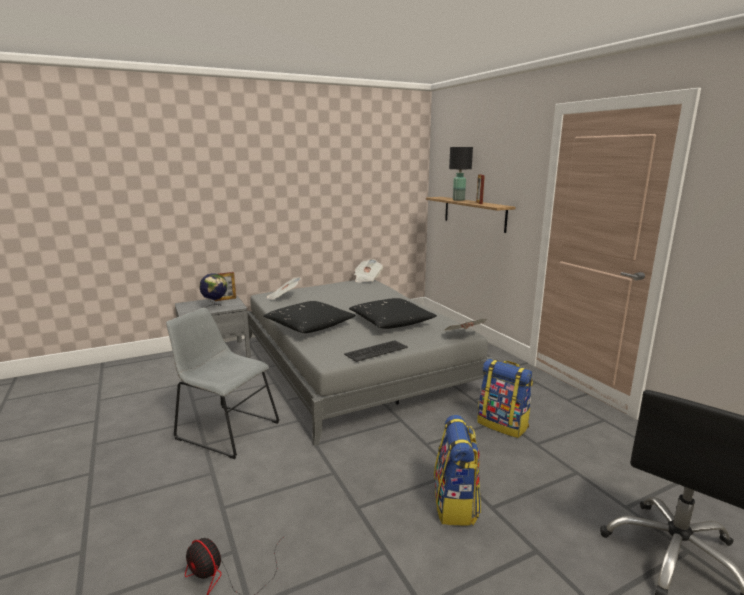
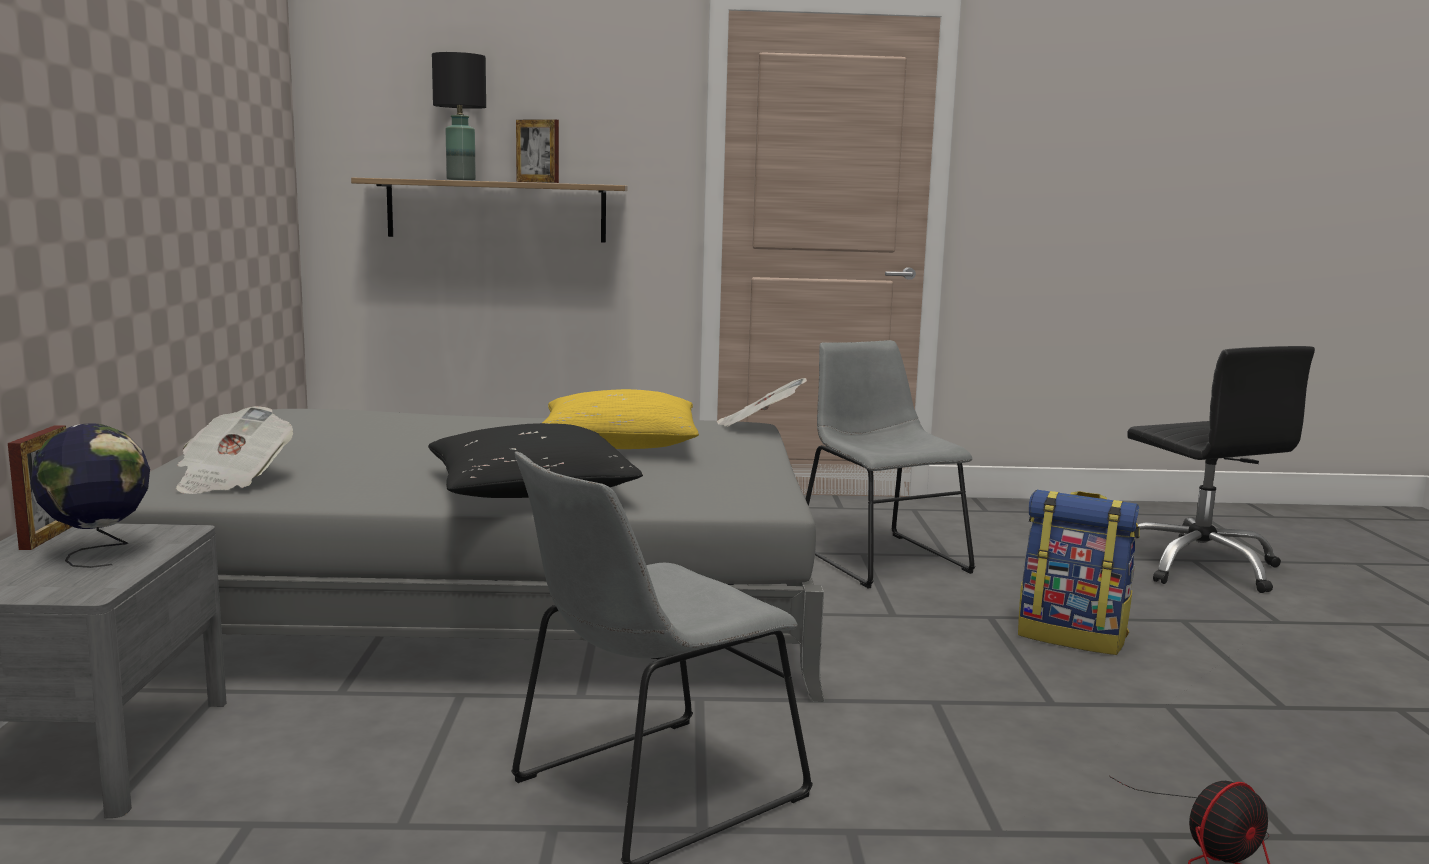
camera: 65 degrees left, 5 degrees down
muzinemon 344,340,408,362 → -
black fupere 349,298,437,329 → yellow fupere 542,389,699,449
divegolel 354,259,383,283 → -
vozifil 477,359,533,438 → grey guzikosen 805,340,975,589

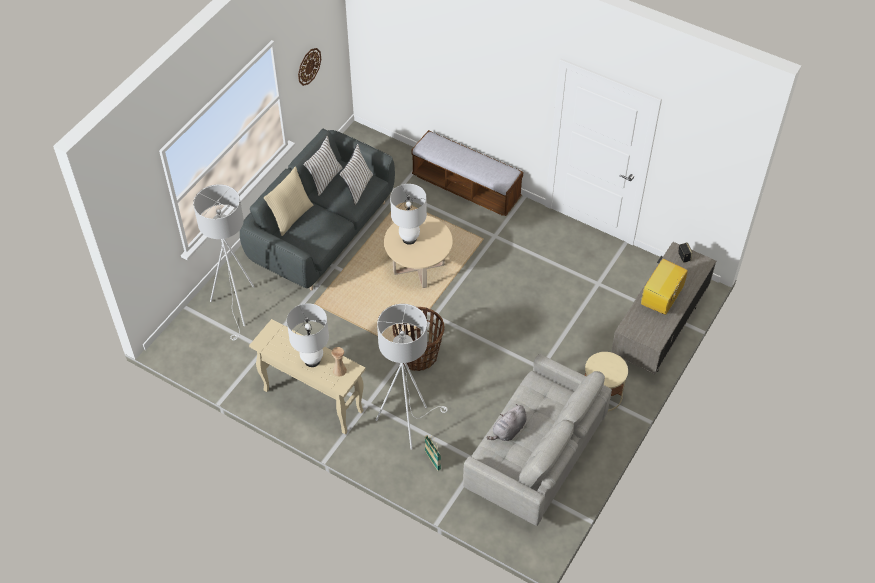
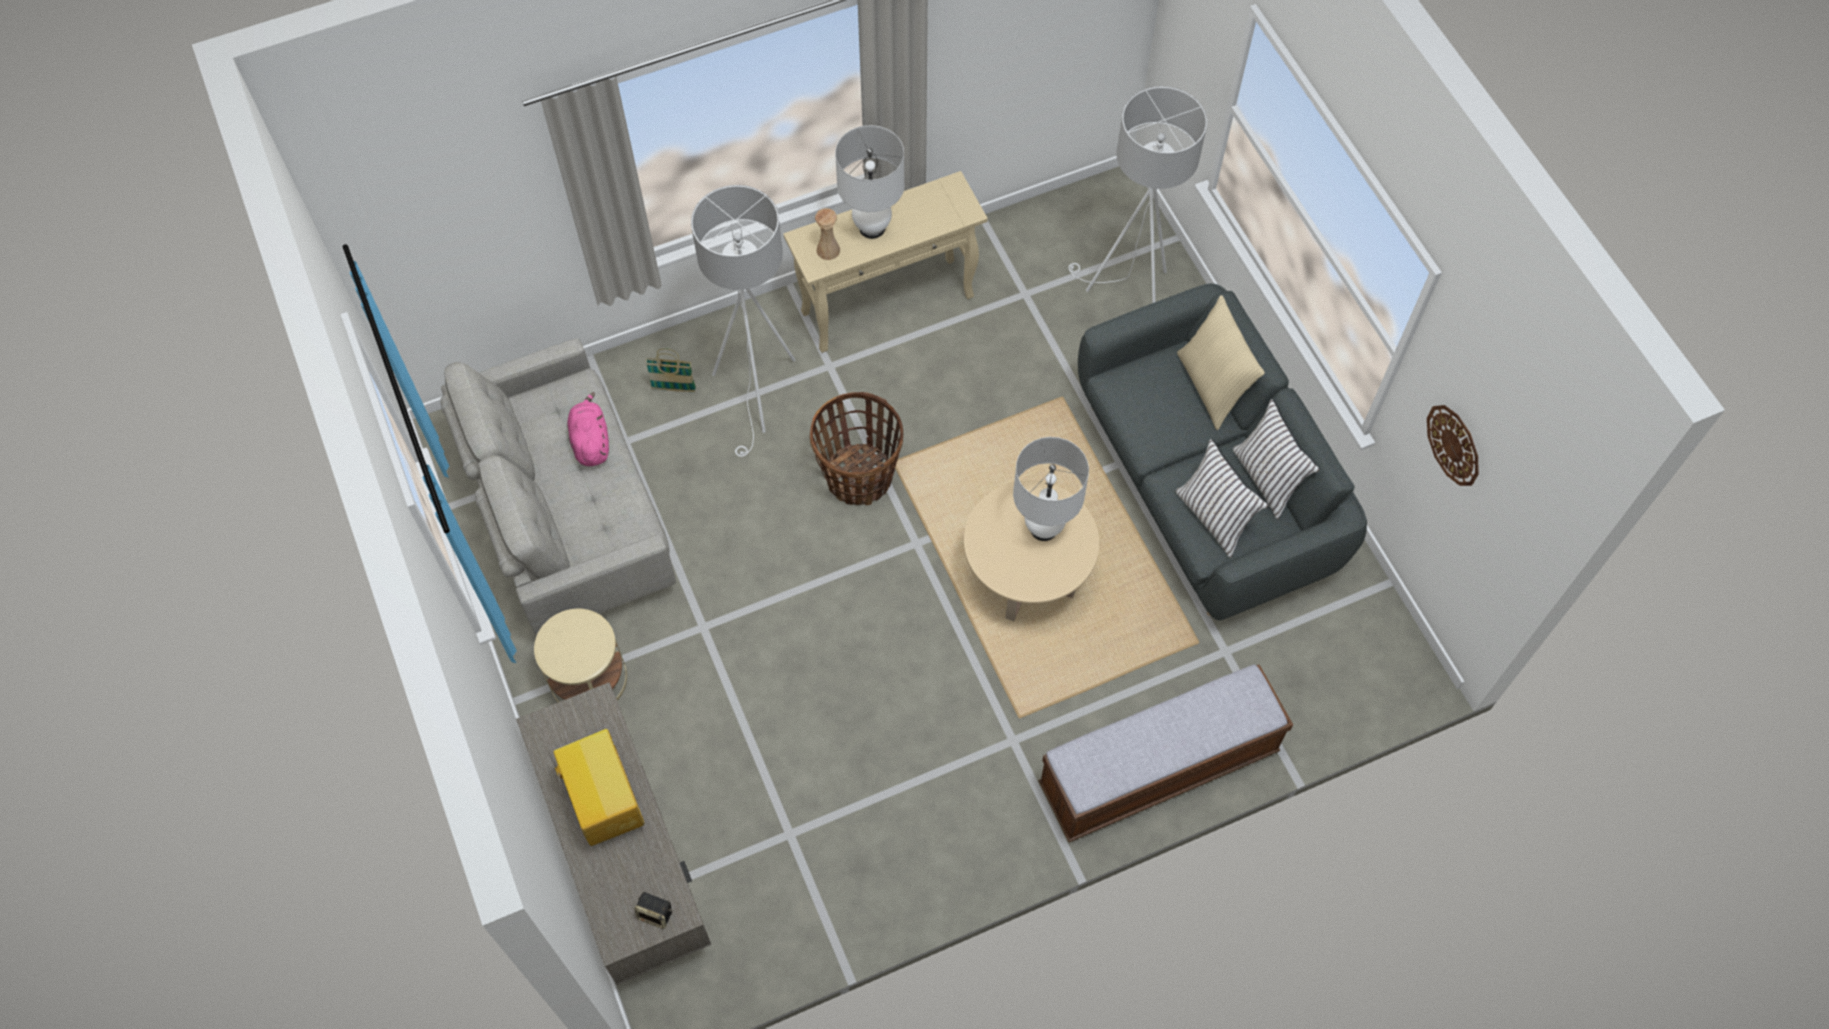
camera: 125 degrees right, 10 degrees up
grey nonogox 487,404,527,441 → pink nonogox 567,392,609,466

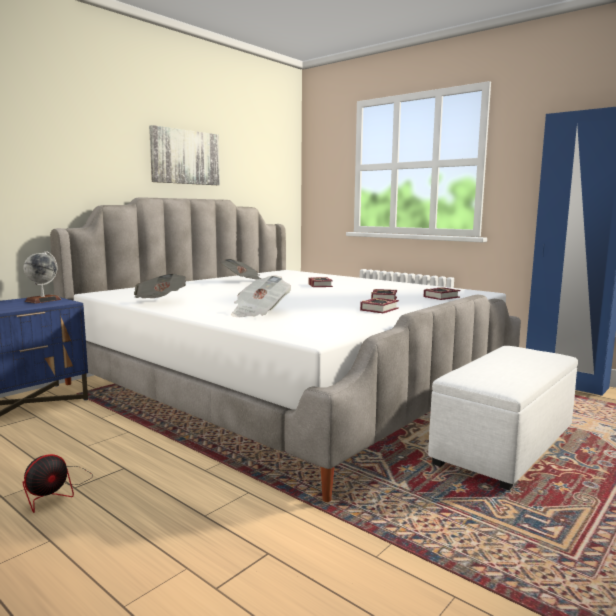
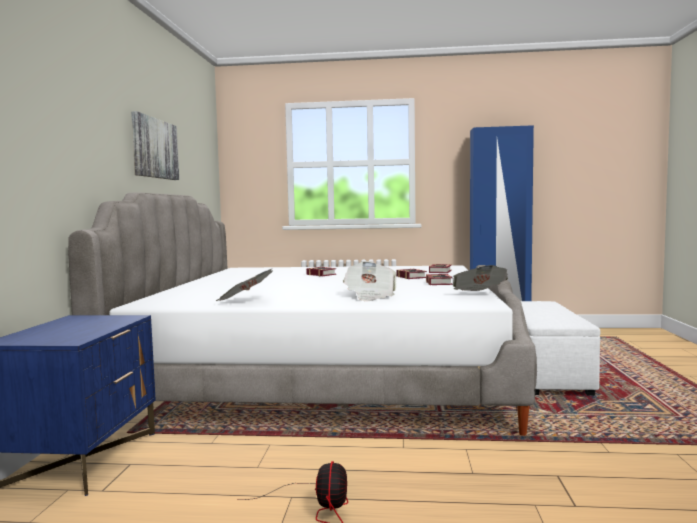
camera: 35 degrees left, 5 degrees down
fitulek 24,251,61,304 → -
divegolel 220,259,261,280 → divegolel 453,265,508,291, moved

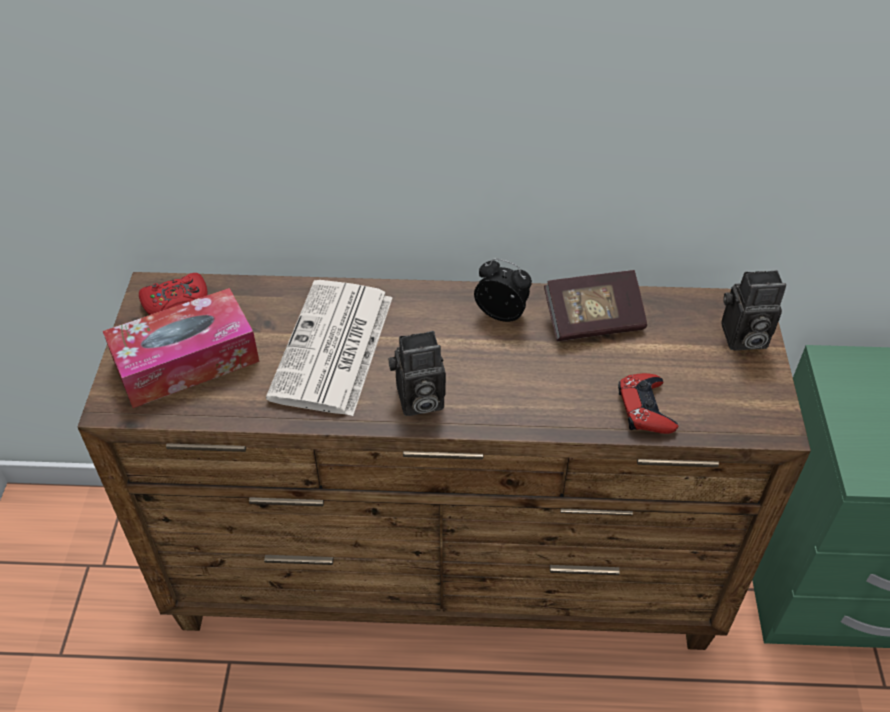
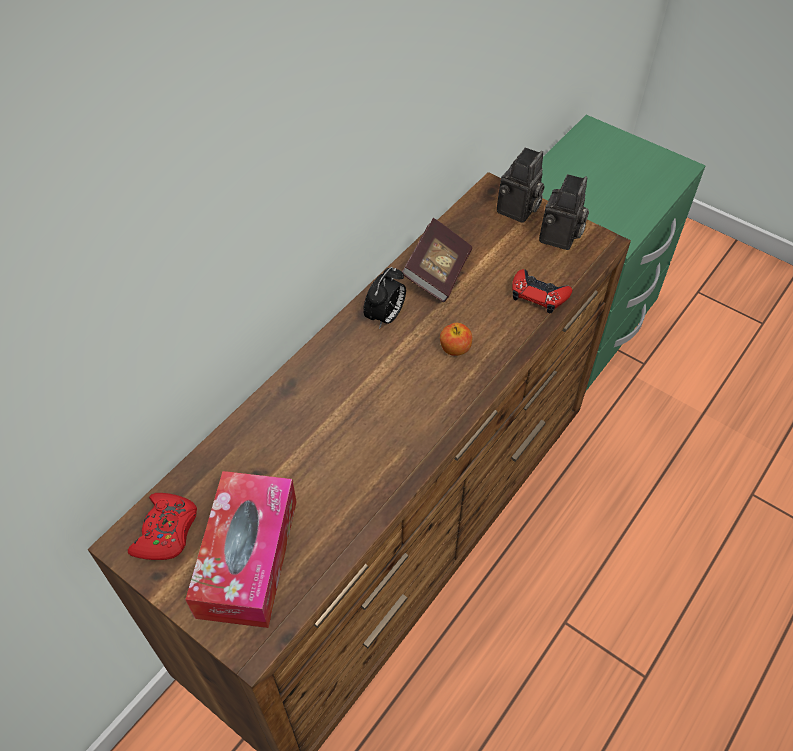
camera: 55 degrees left, 5 degrees up
divegolel 266,280,392,416 → -
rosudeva 388,331,446,416 → rosudeva 539,174,589,250, moved
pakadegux 474,259,532,322 → pakadegux 363,267,406,329, 150 degrees clockwise
- → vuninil 440,323,472,356

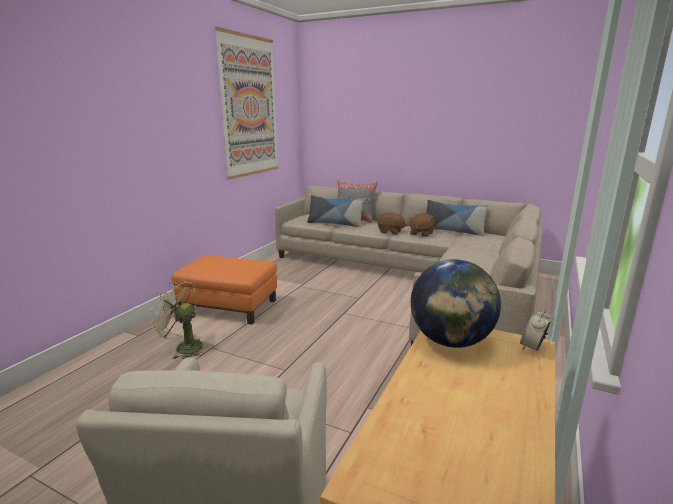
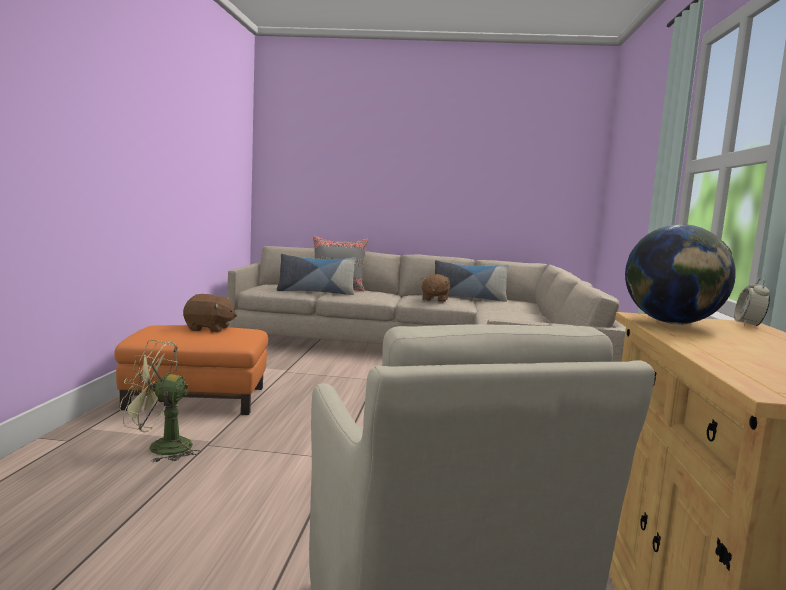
camera: 20 degrees left, 10 degrees down
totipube 215,27,279,180 → -
brown nonogox 378,212,407,235 → brown nonogox 183,294,237,333, moved

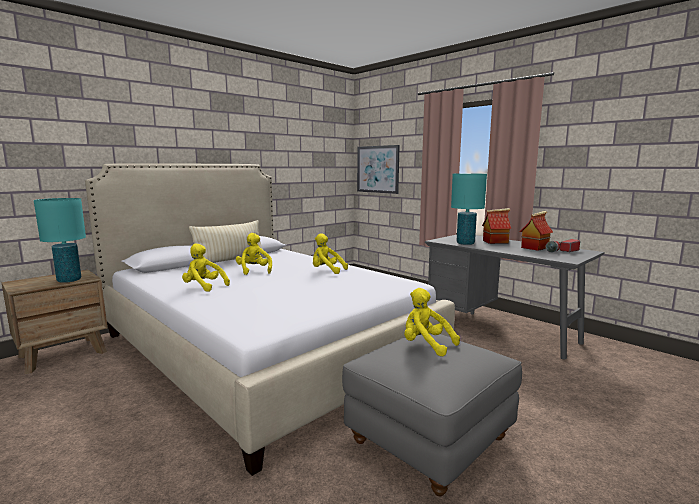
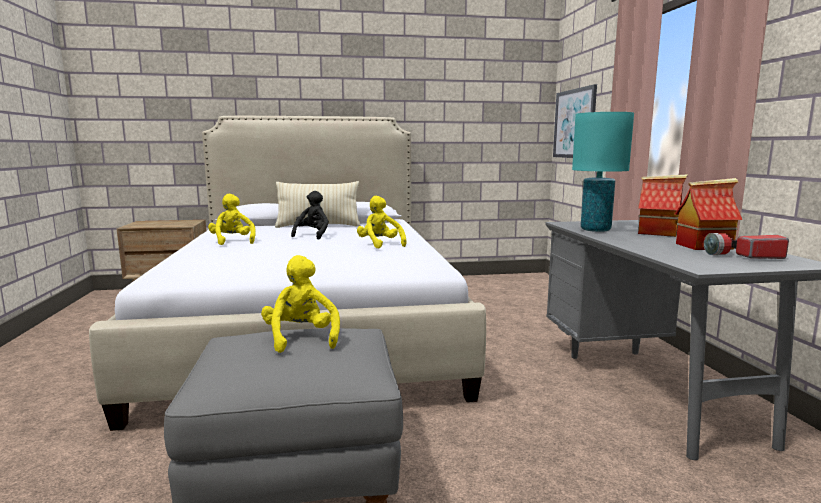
camera: 35 degrees right, 0 degrees up
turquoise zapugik 34,198,86,283 → -
yellow nonogox 236,233,272,275 → black nonogox 291,191,329,240

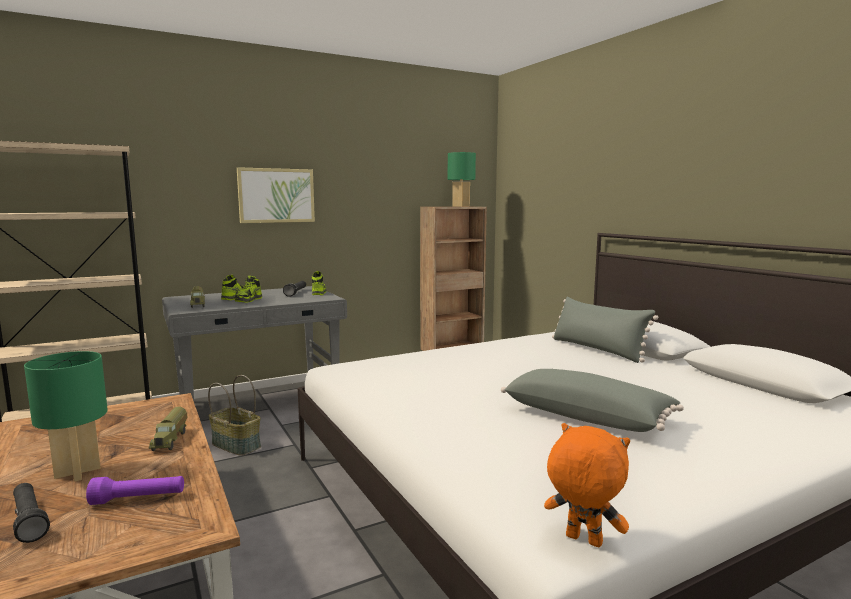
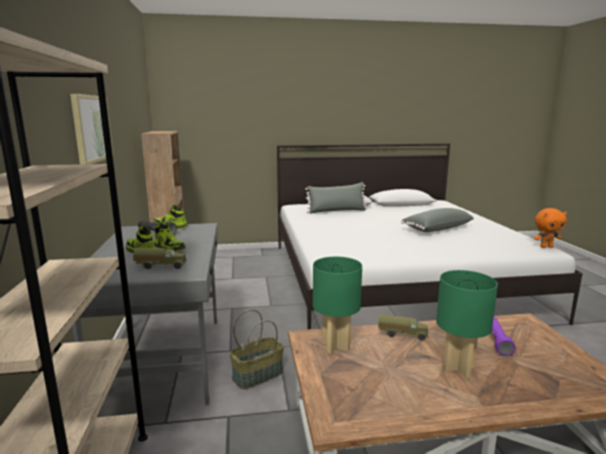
camera: 70 degrees left, 5 degrees up
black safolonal 13,483,50,543 → -
green zapugik 448,152,476,207 → green zapugik 313,257,362,354, moved
orange nonogox 544,423,630,547 → orange nonogox 534,208,567,248, 150 degrees counterclockwise

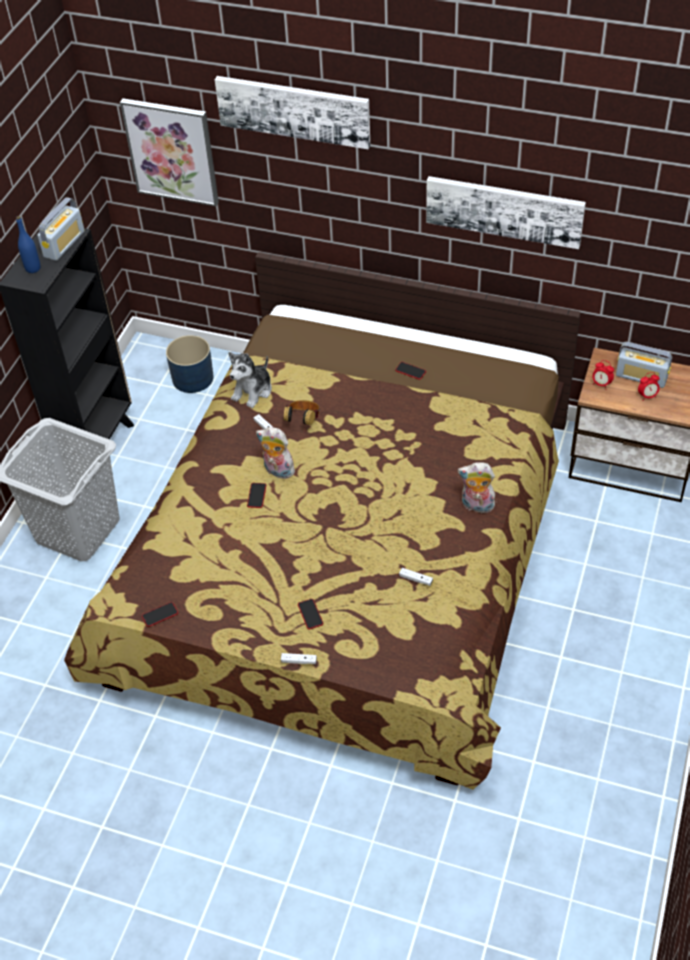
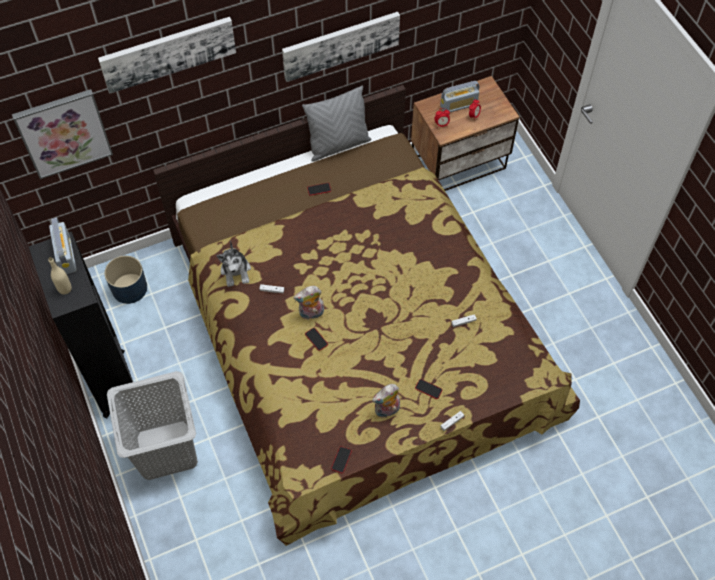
camera: 45 degrees left, 10 degrees up
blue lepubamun 16,216,41,273 → beige lepubamun 48,257,72,294
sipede 284,400,320,425 → -
nonogox 458,462,495,513 → nonogox 372,384,400,418, moved
- → grey fupere 302,85,371,162

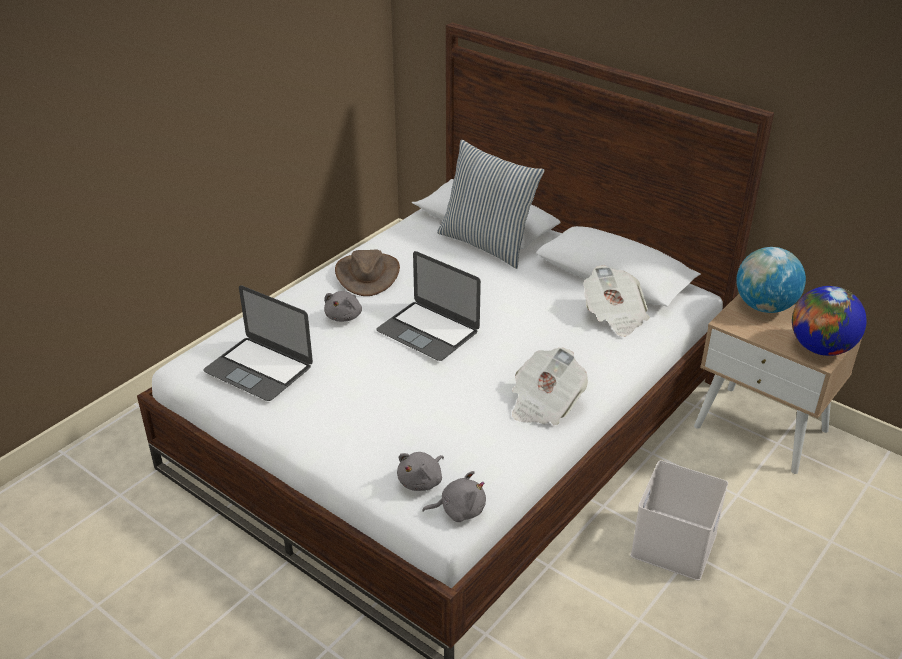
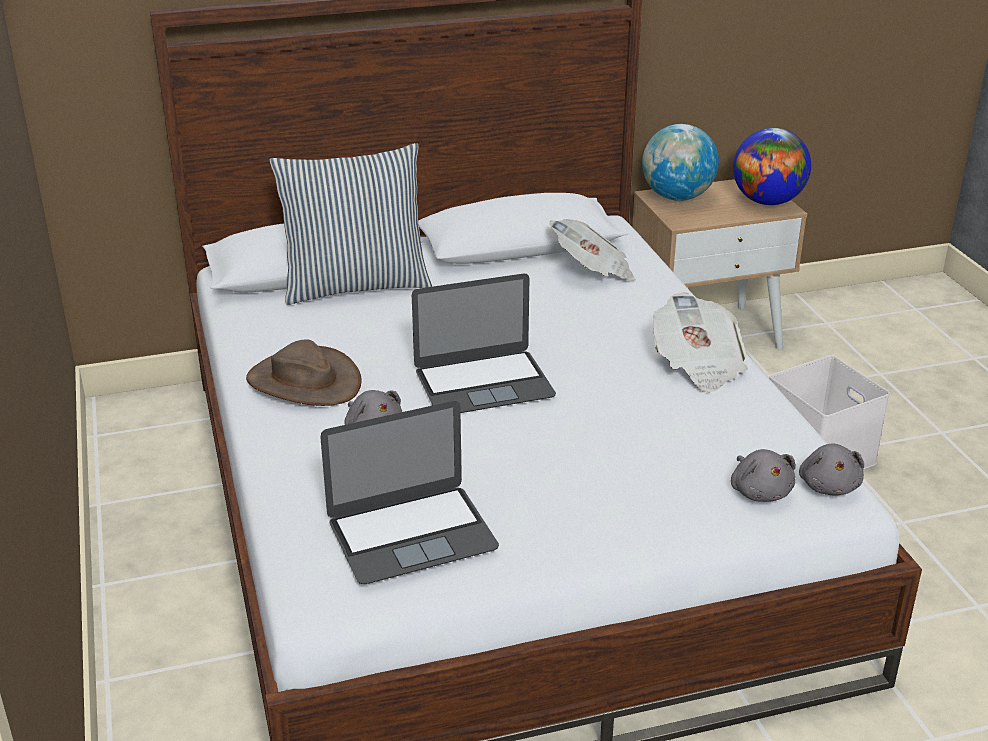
camera: 55 degrees left, 5 degrees down
grey nonogox 422,471,486,522 → grey nonogox 799,443,864,495, 150 degrees clockwise

